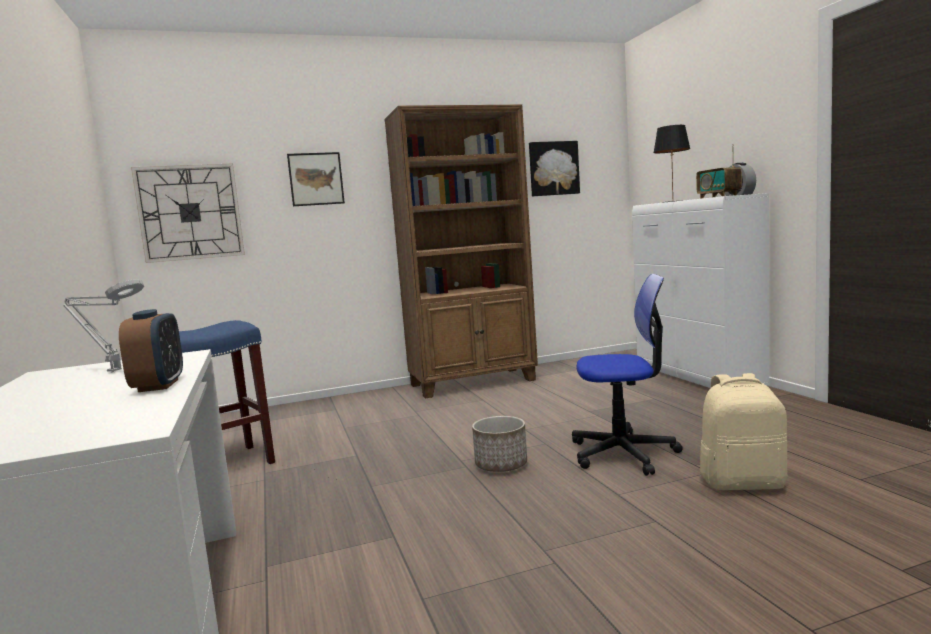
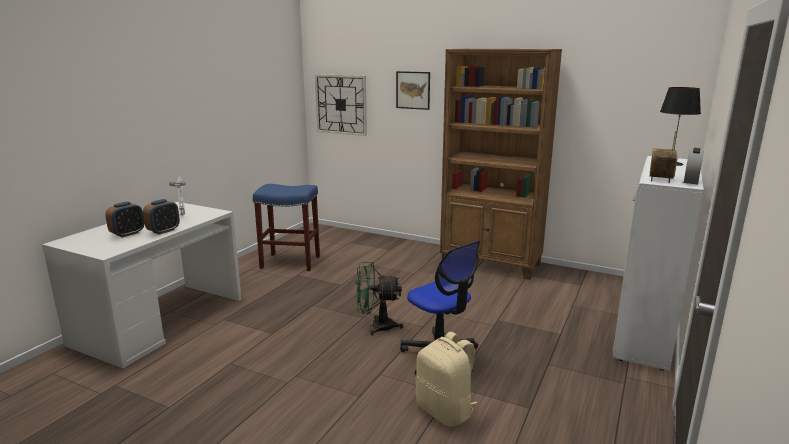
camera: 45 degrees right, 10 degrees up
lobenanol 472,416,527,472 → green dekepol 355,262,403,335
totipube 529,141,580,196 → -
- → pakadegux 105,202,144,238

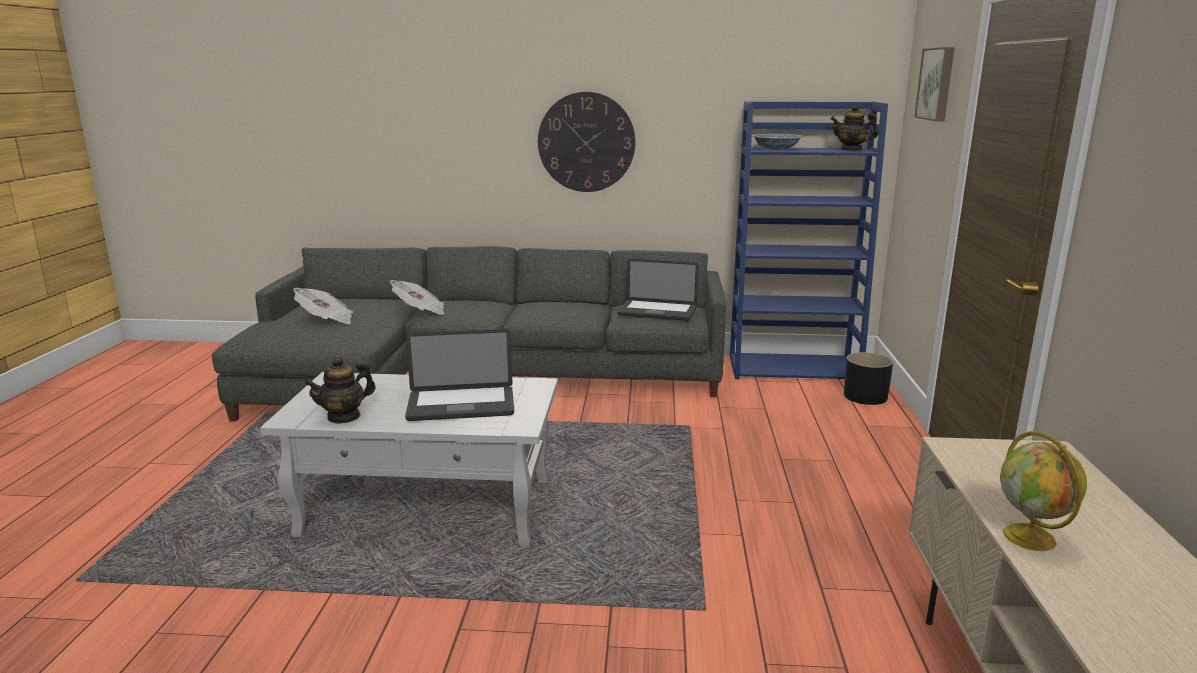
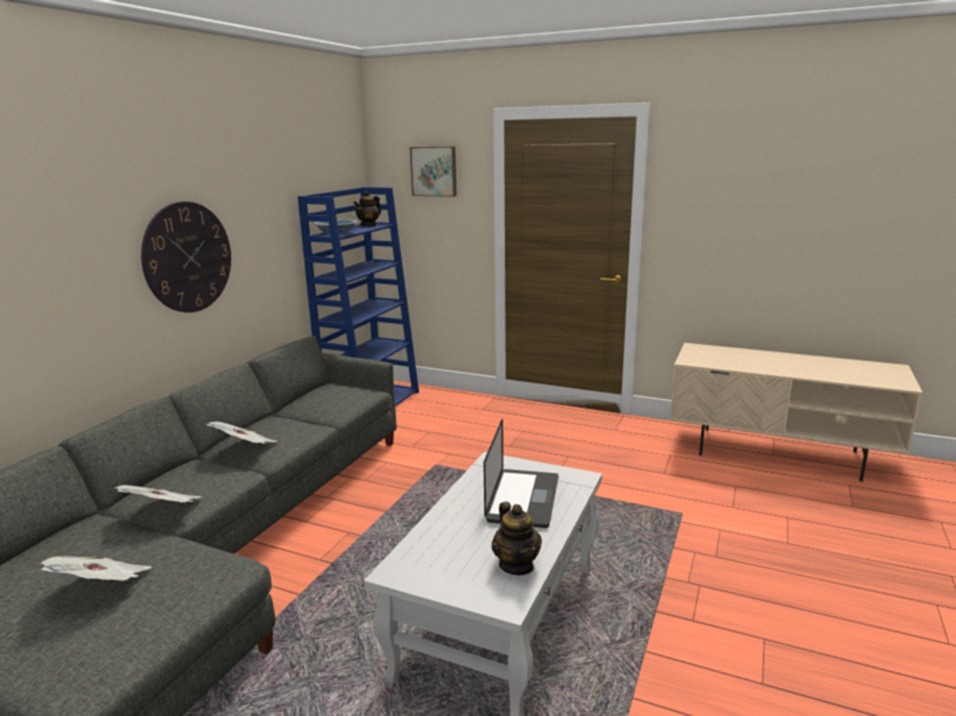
camera: 70 degrees left, 0 degrees up
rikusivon 617,259,699,321 → -
black lobenanol 844,352,893,405 → -
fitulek 1000,431,1087,551 → -
- → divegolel 206,422,278,444

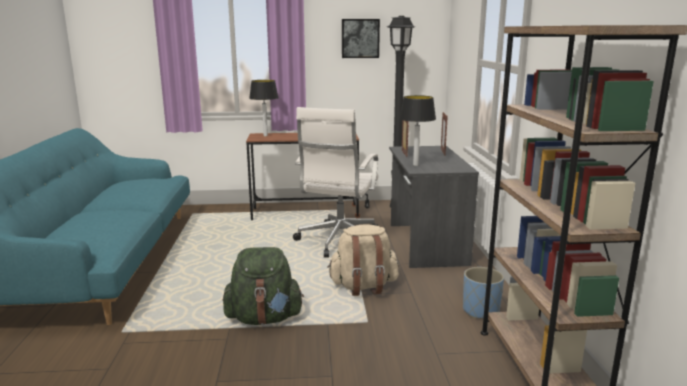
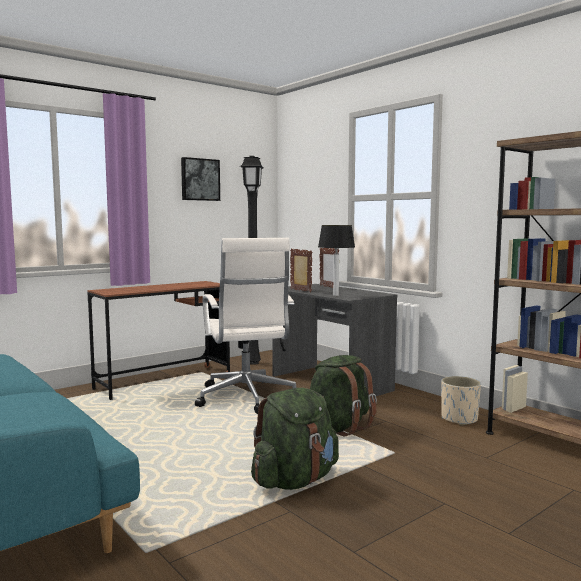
camera: 35 degrees left, 10 degrees down
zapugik 249,80,279,136 → -
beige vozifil 328,224,399,296 → green vozifil 310,355,377,436
blue lobenanol 463,267,504,319 → beige lobenanol 441,376,481,426

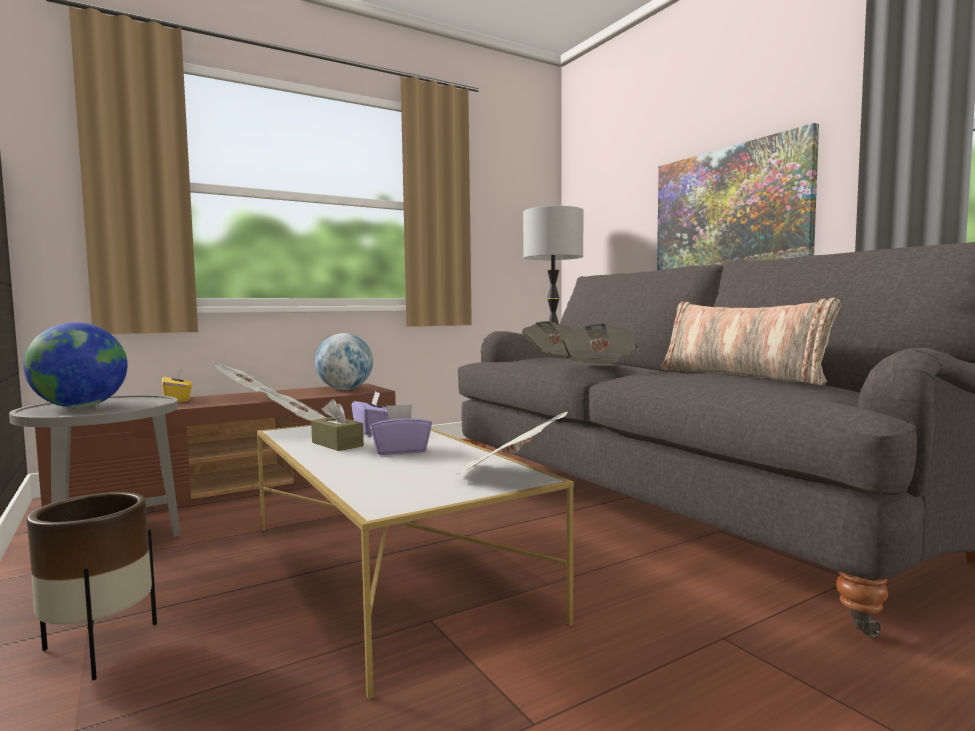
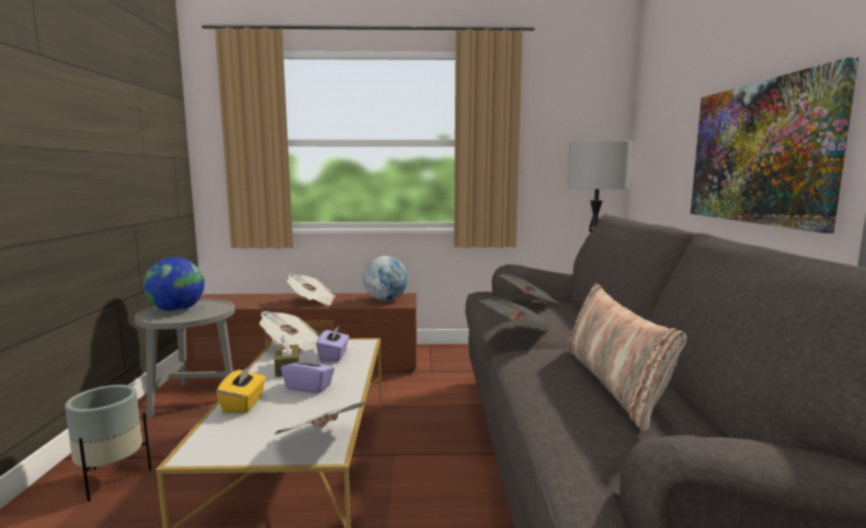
camera: 30 degrees right, 5 degrees up
brown lobenanol 27,492,157,680 → grey lobenanol 65,385,151,501
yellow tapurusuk 162,370,192,402 → yellow tapurusuk 216,365,266,413, moved

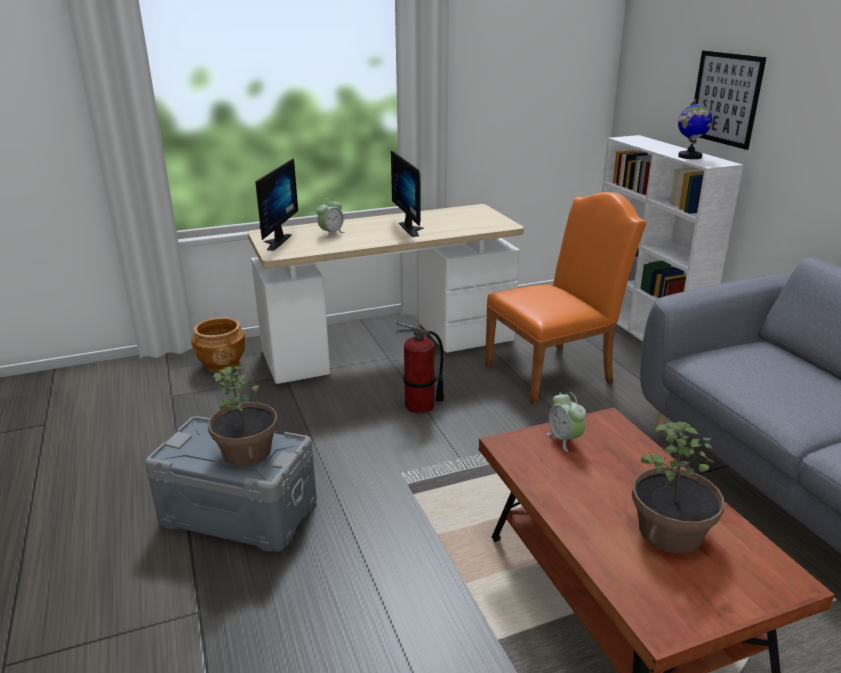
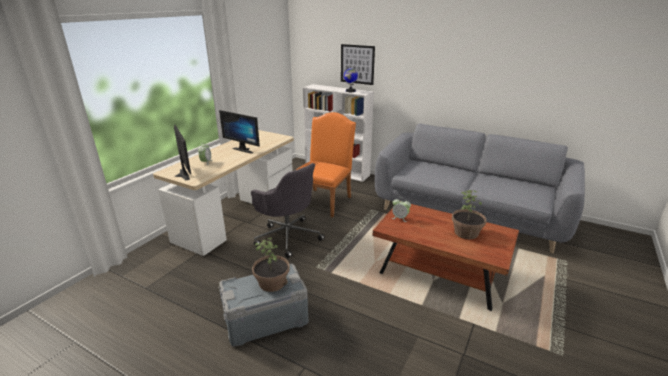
camera: 40 degrees left, 0 degrees up
brown lobenanol 191,317,246,373 → -
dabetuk 396,322,444,413 → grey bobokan 251,163,325,259

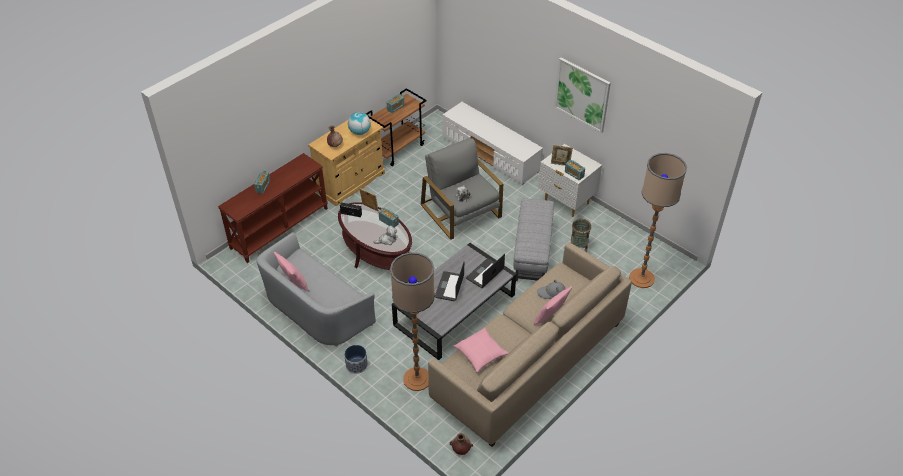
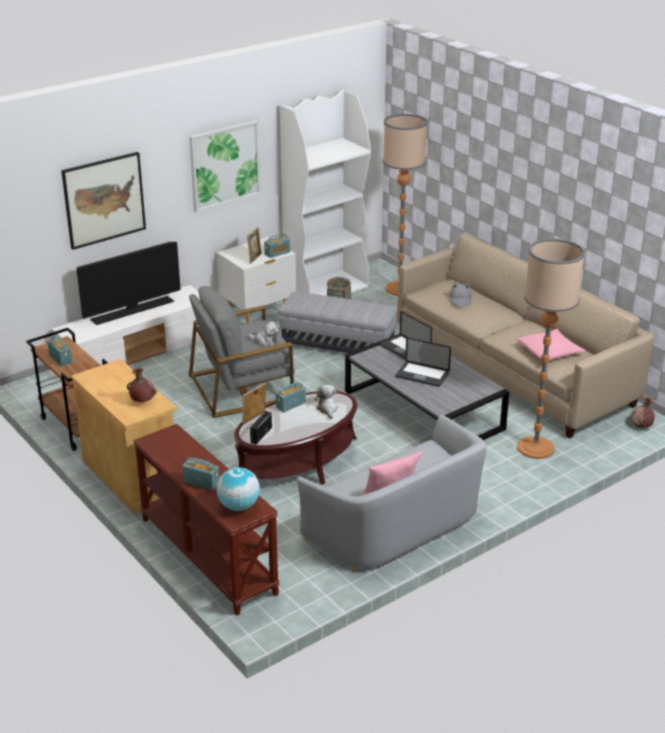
camera: 80 degrees left, 15 degrees down
lobenanol 344,345,368,374 → -
fitulek 348,112,371,135 → fitulek 216,467,260,511, moved
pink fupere 534,286,572,325 → -
- → totipube 61,152,146,250
- → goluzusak 76,242,181,325
- → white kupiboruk 280,90,371,296

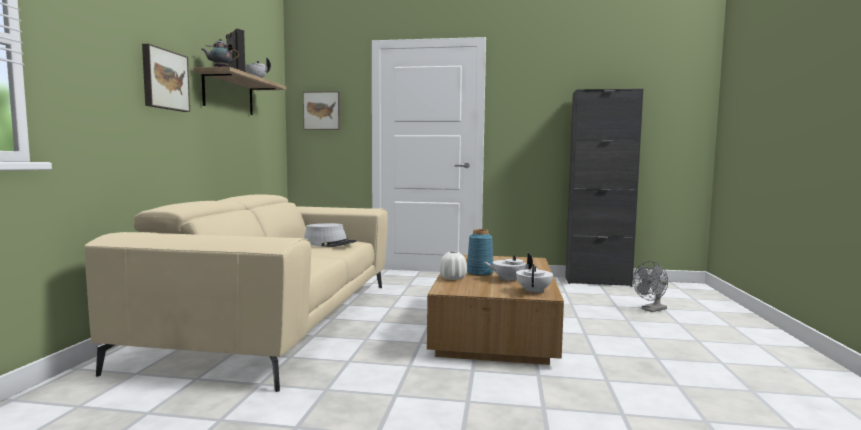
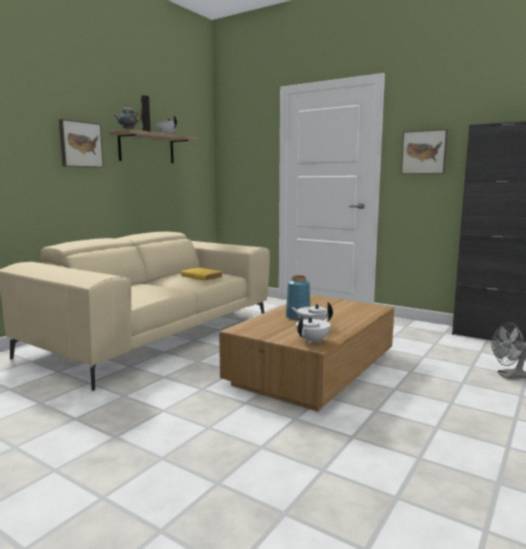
camera: 25 degrees right, 5 degrees up
totipube 303,91,341,130 → totipube 401,129,448,174, moved
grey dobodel 304,223,357,247 → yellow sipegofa 181,268,223,281
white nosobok 440,251,467,280 → -

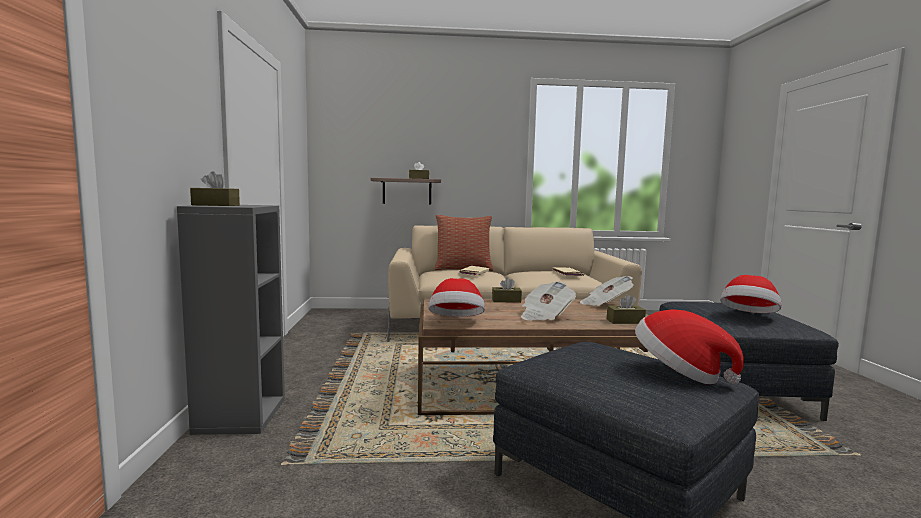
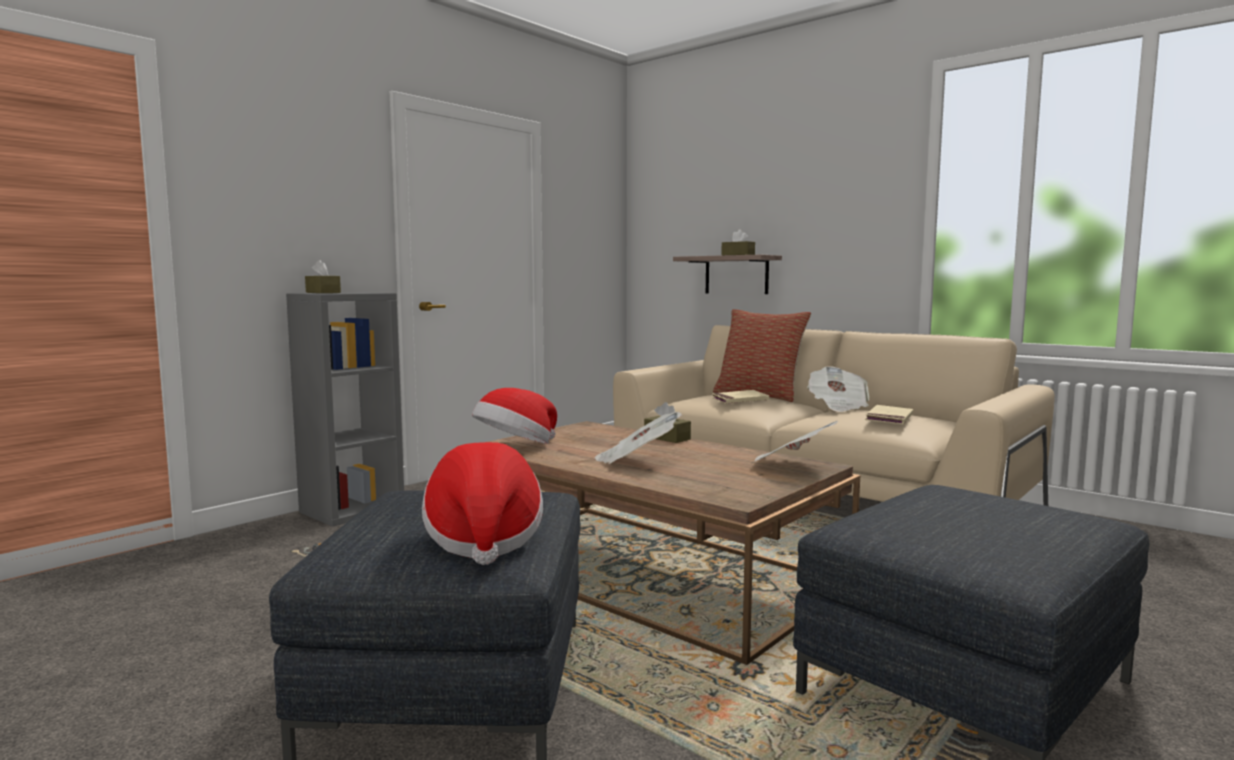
camera: 45 degrees right, 0 degrees up
brown tapurusuk 607,294,646,324 → -
dobodel 720,275,782,314 → -
- → divegolel 807,366,869,412

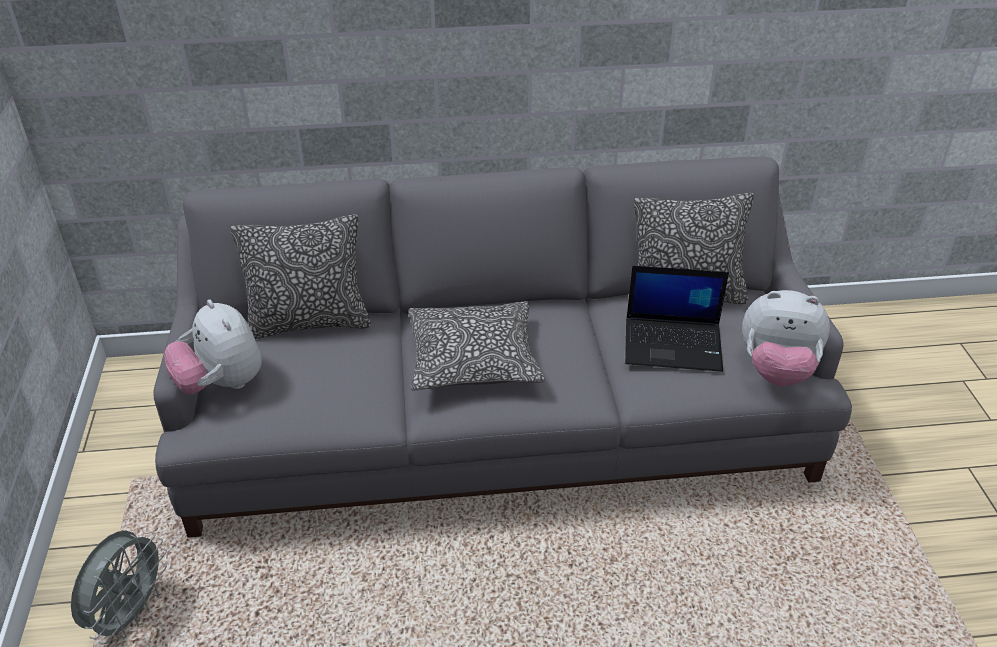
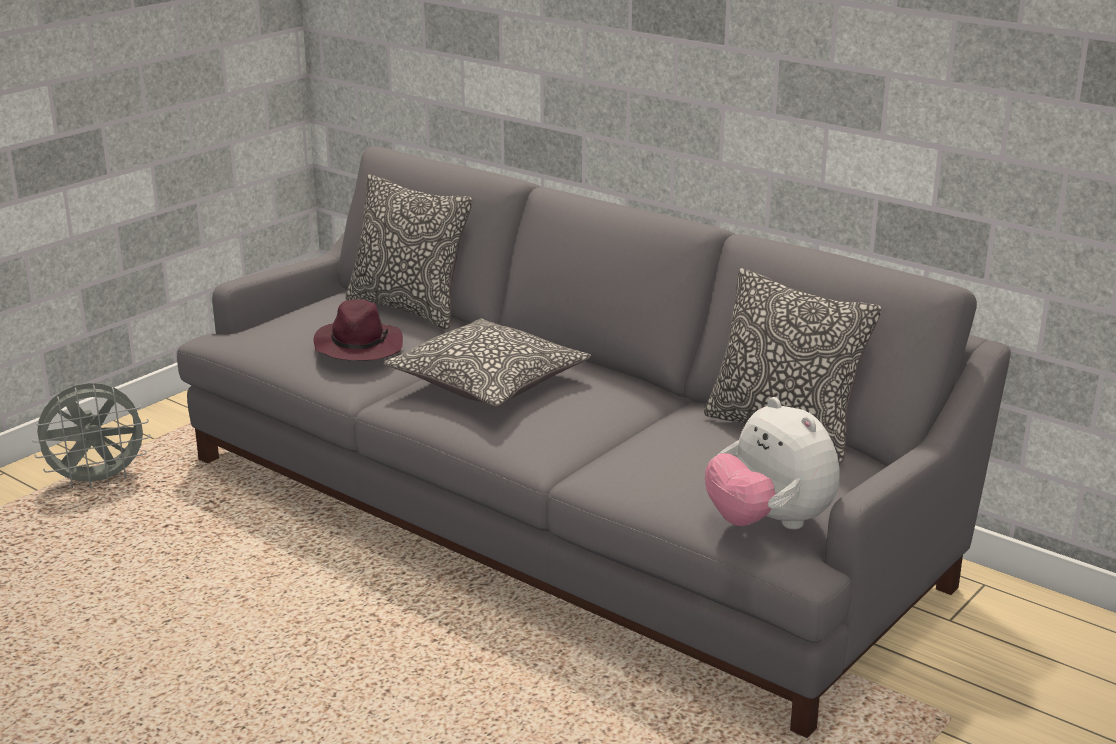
camera: 45 degrees right, 15 degrees down
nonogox 164,300,261,394 → -
rikusivon 625,266,729,372 → -
- → purple dobodel 314,299,403,360

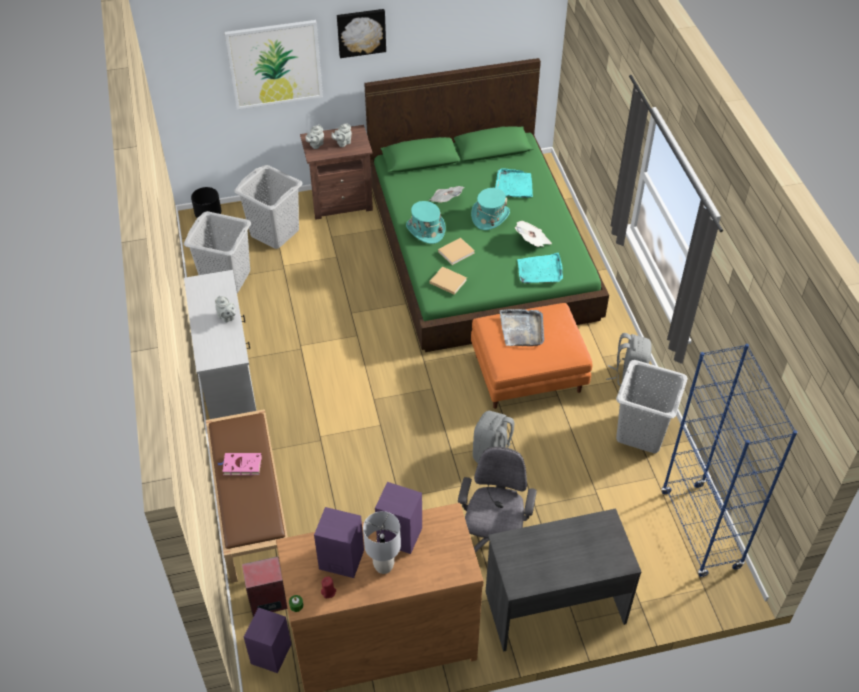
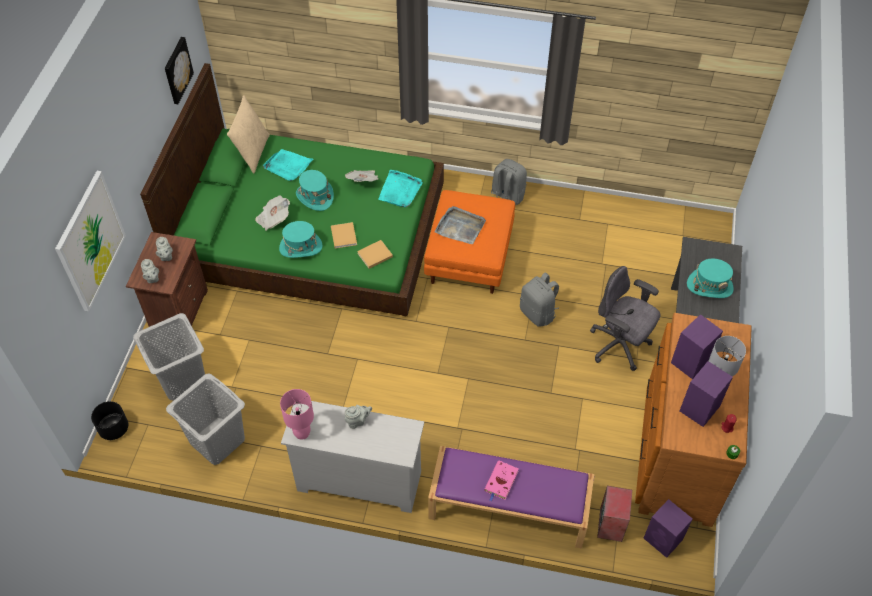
camera: 65 degrees left, 5 degrees up
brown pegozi 206,409,287,583 → purple pegozi 428,446,595,549
totipube 337,9,386,58 → totipube 165,37,194,104, moved
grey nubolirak 616,360,688,454 → -
blue kupiboruk 662,344,797,577 → -
- → beige fupere 227,95,270,174
- → pink zapugik 280,389,314,440
- → turquoise dobodel 687,259,734,298

